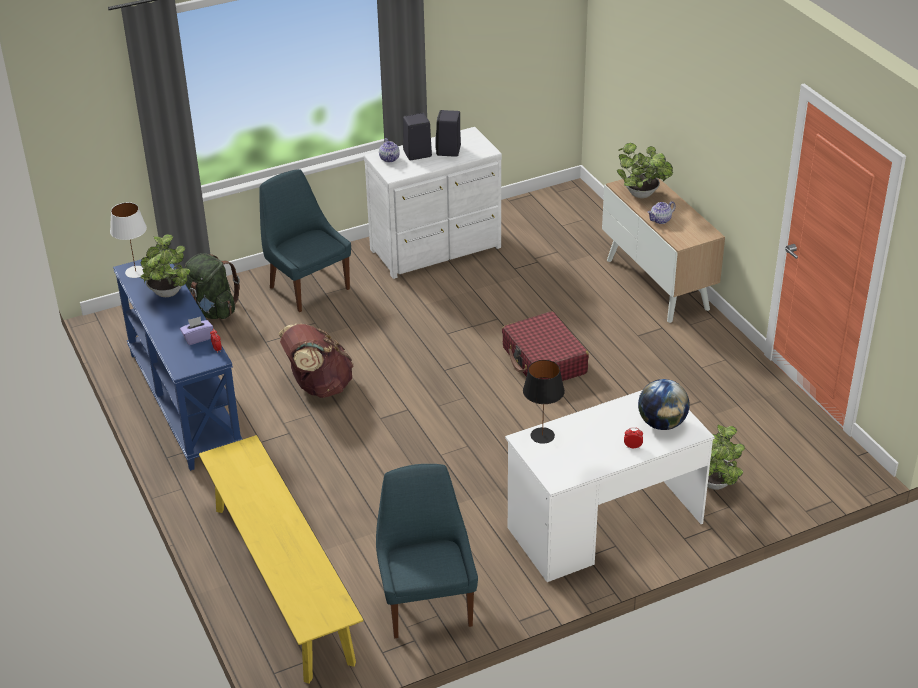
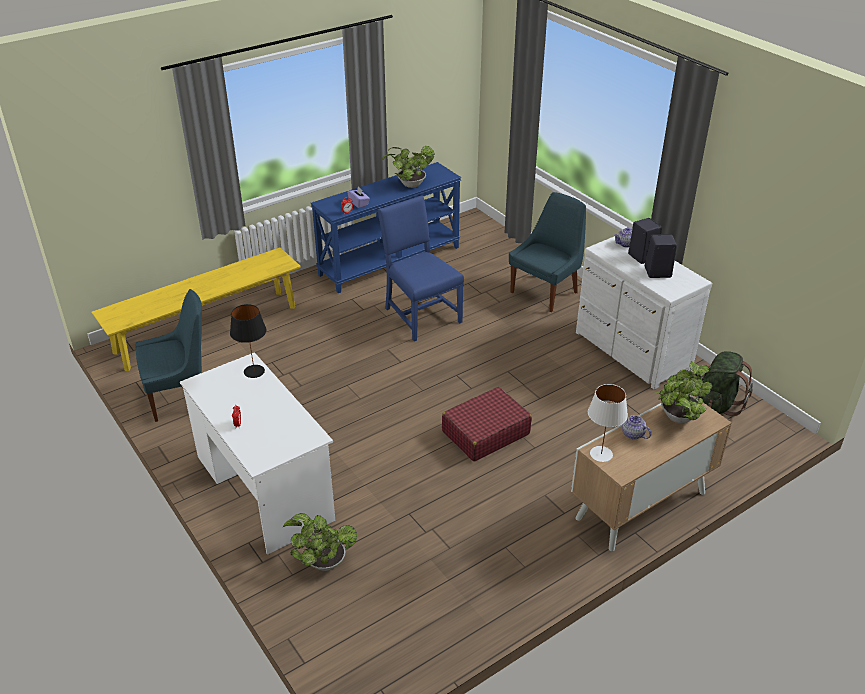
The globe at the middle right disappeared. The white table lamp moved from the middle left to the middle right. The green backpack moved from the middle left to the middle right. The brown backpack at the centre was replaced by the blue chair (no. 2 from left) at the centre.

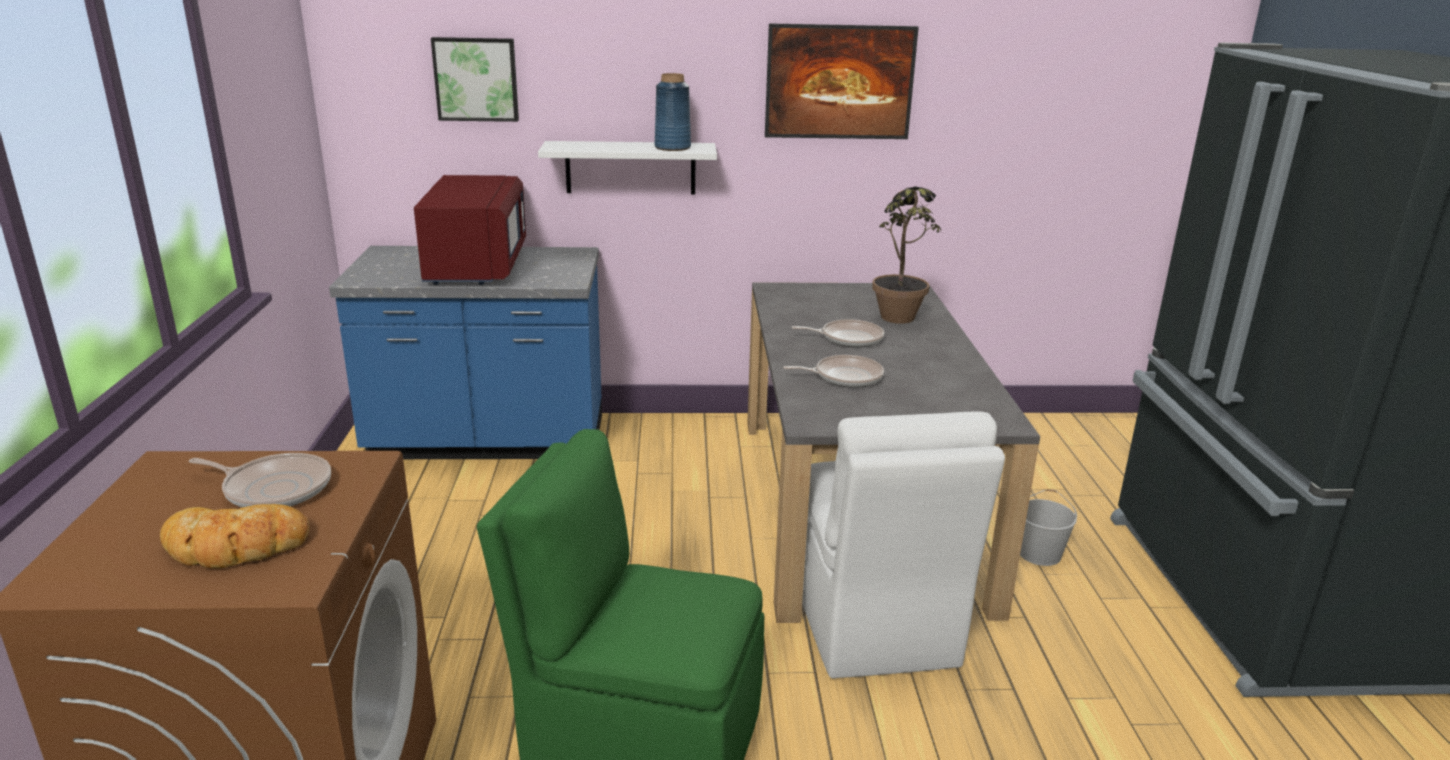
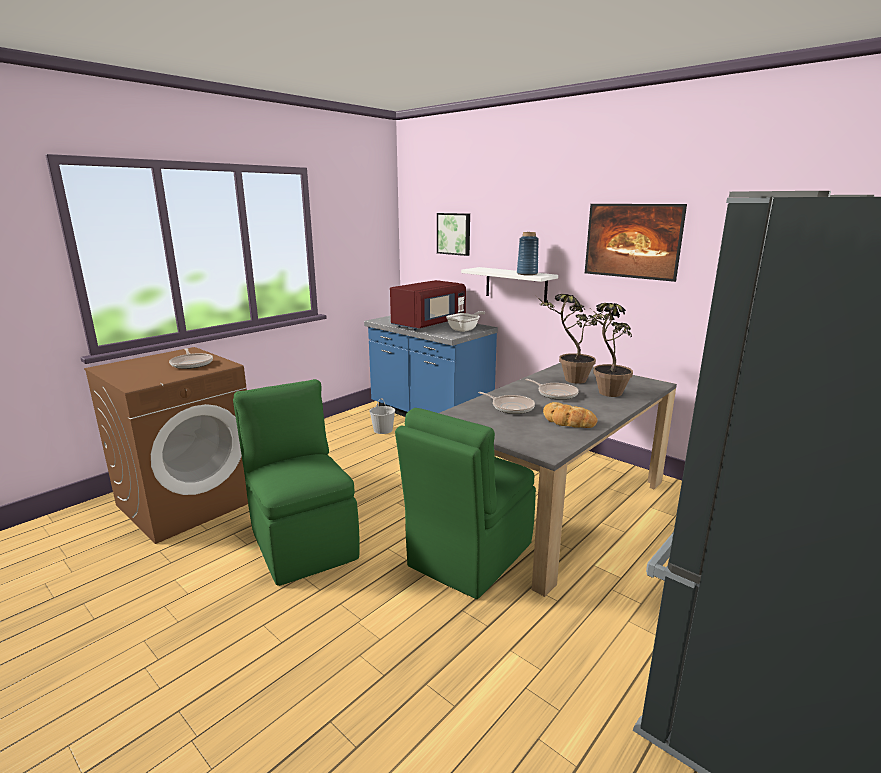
The frying pan (no. 2 from left) at the centre appeared. The potted plant (no. 1 from left) at the centre appeared. The bread moved from the bottom left to the centre. The white bucket moved from the bottom right to the centre. The white chair at the bottom centre became the green chair (no. 2 from left) at the centre.

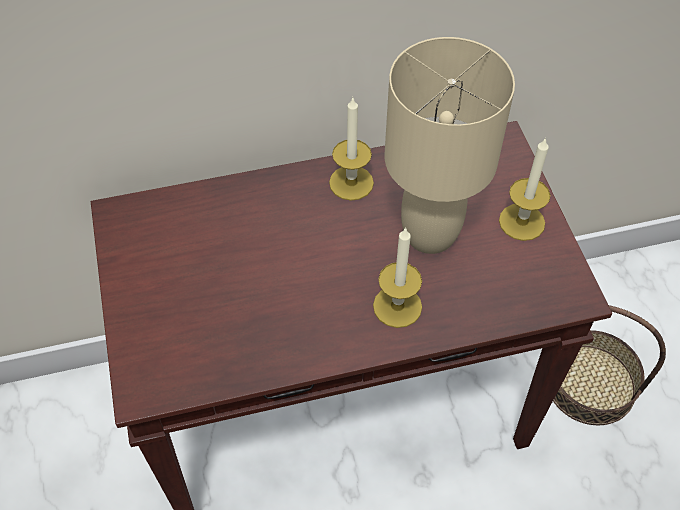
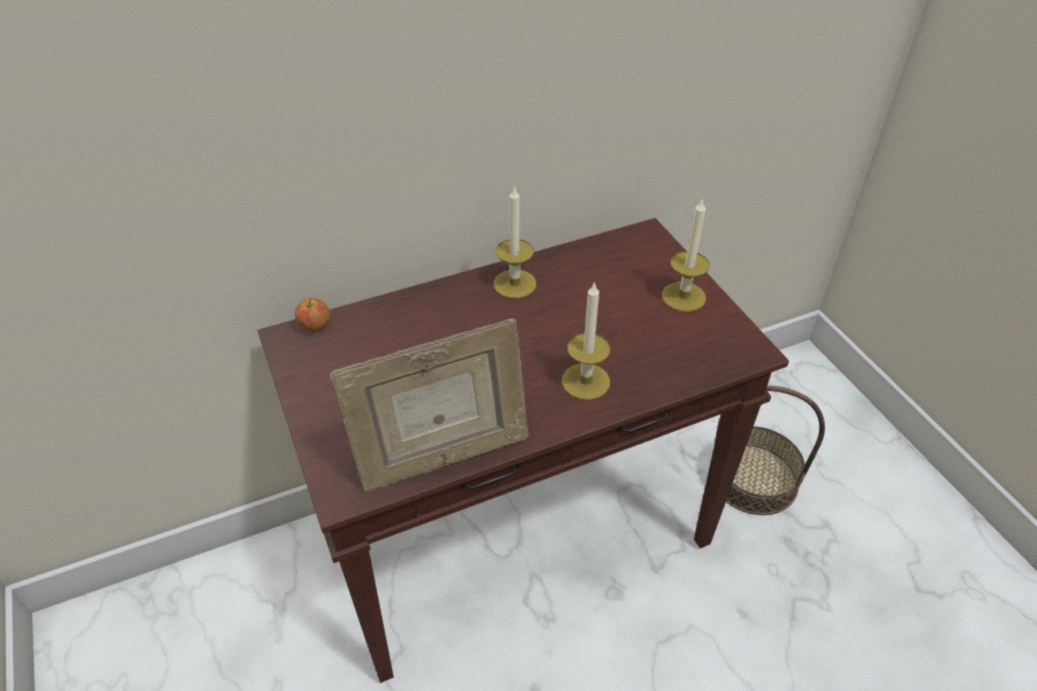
The beige table lamp at the top centre disappeared. The apple at the middle left appeared. The picture frame at the centre appeared.

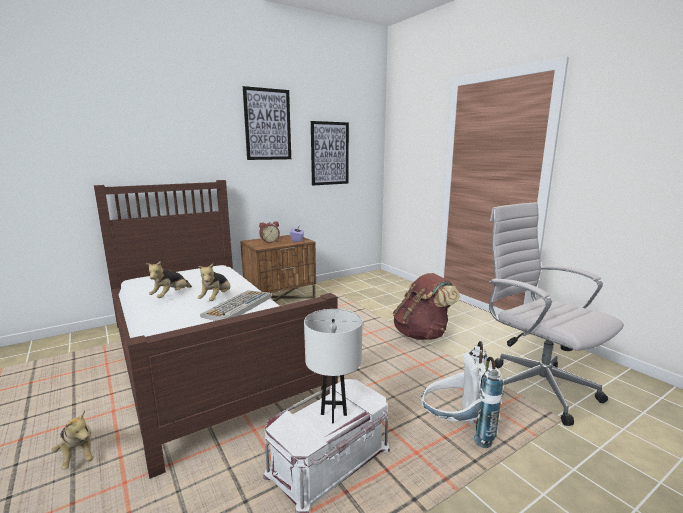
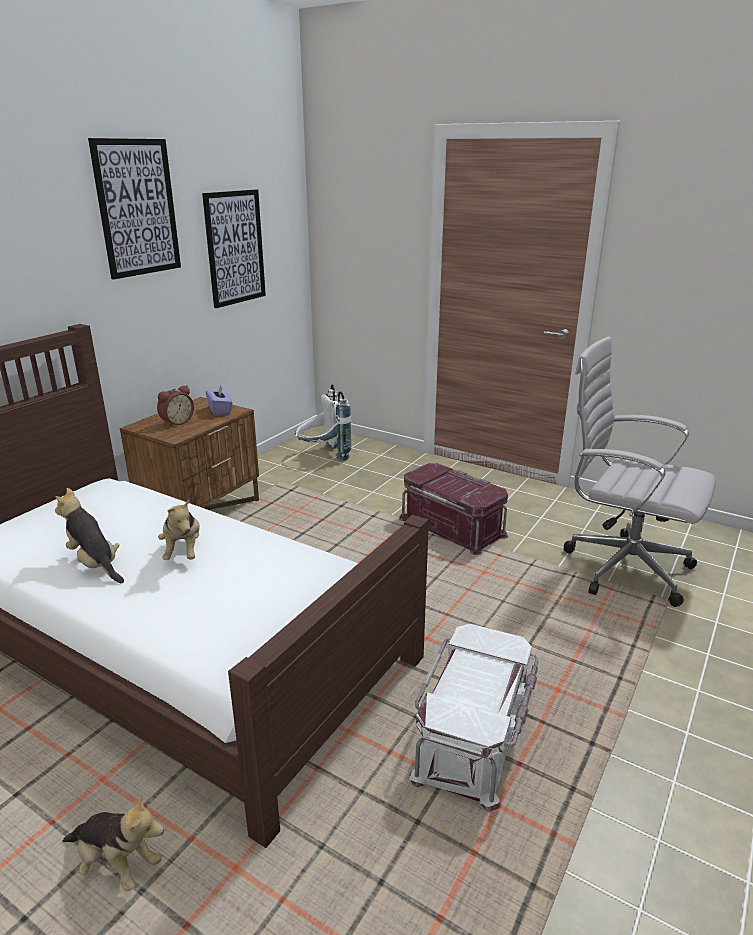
The keyboard at the centre disappeared. The white table lamp at the bottom centre disappeared. The white backpack moved from the bottom right to the centre. The brown backpack at the centre was replaced by the red storage box at the centre. The plush toy (no. 2 from left in the first image) at the middle left turned 135 degrees clockwise.

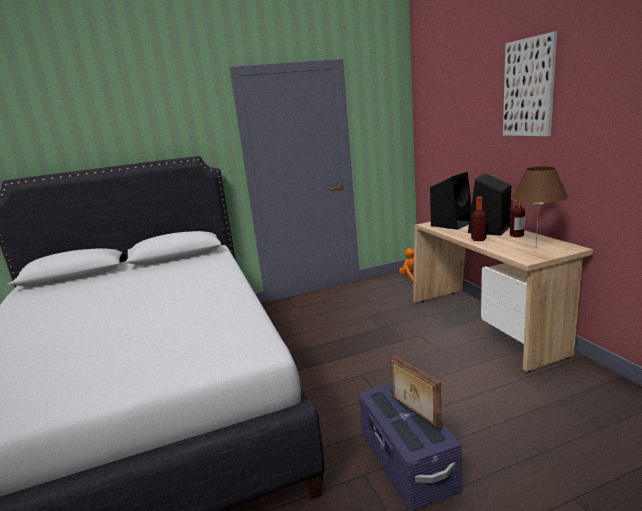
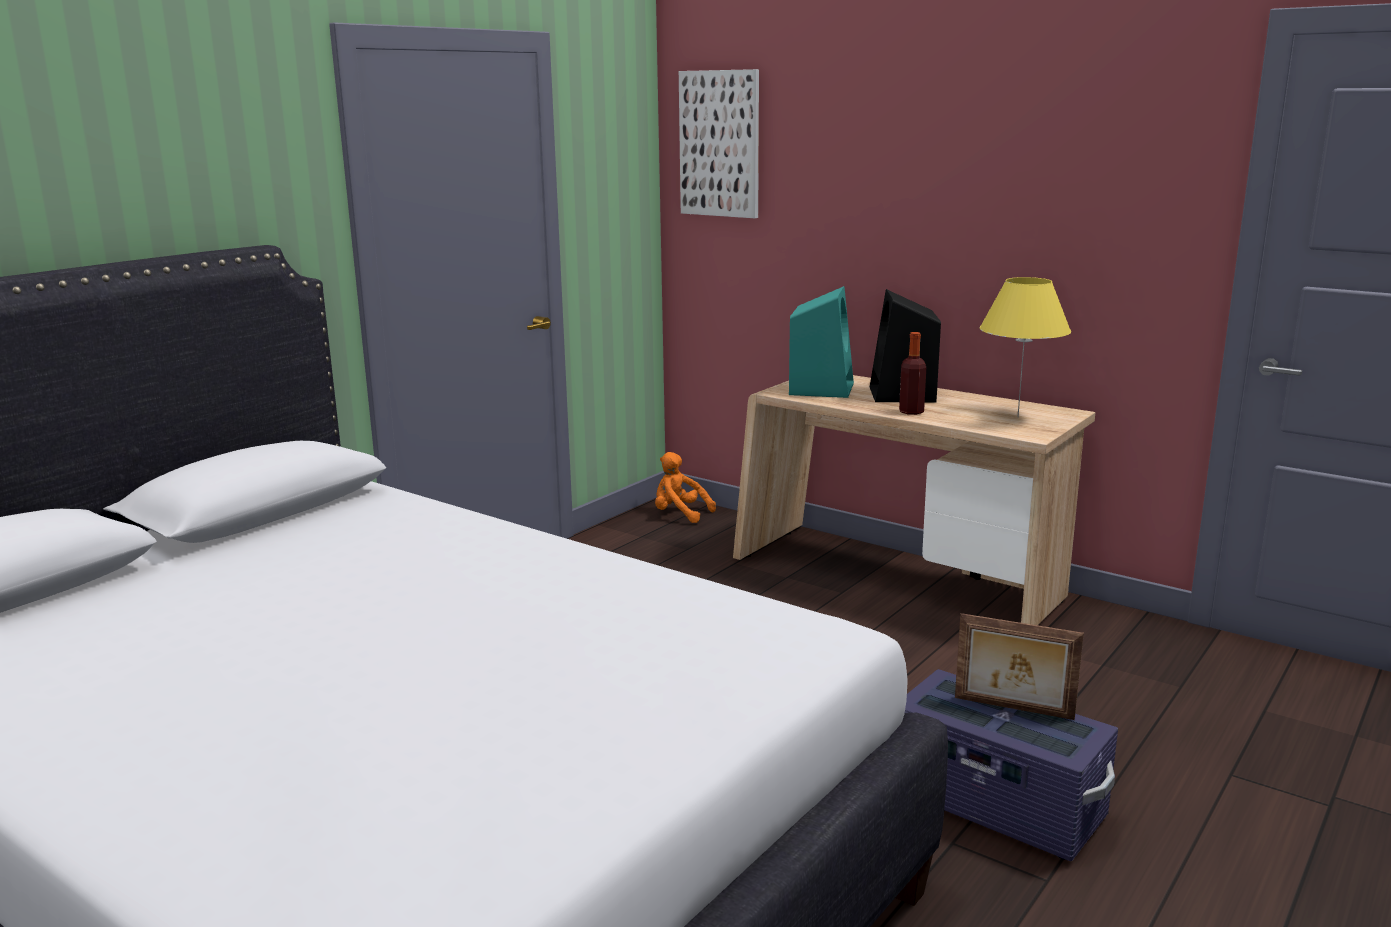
The bottle (no. 2 from left) at the middle right disappeared. The picture moved from the top right to the top centre. The black speaker (no. 1 from left) at the middle right became the turquoise speaker at the centre. The brown table lamp at the middle right became the yellow table lamp at the middle right.

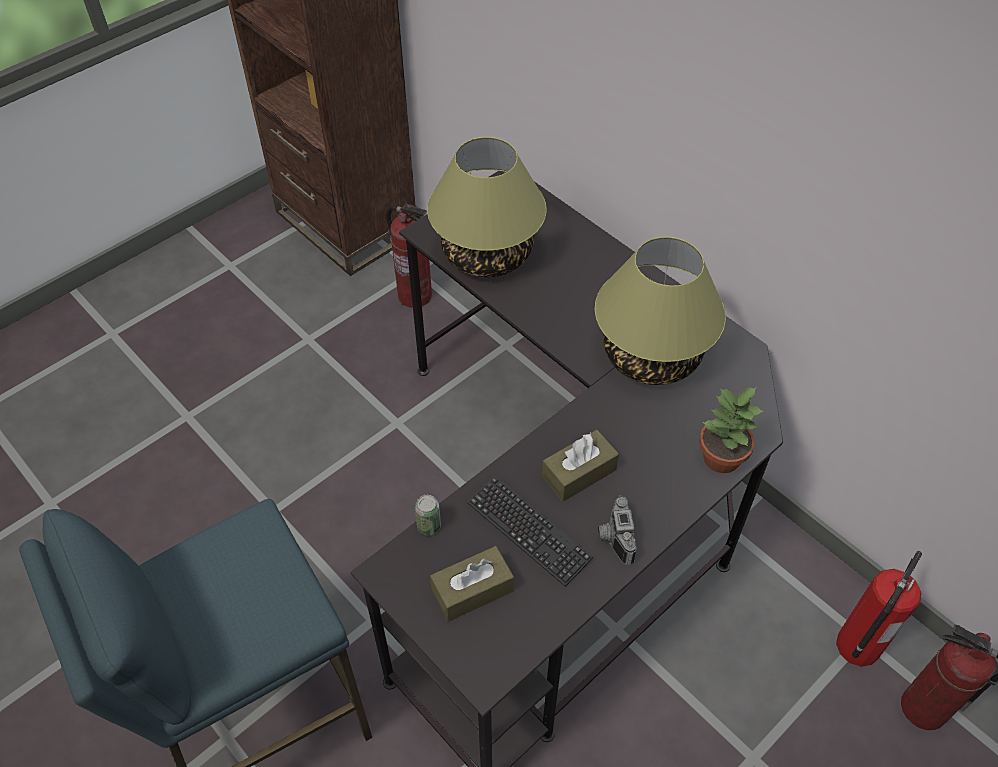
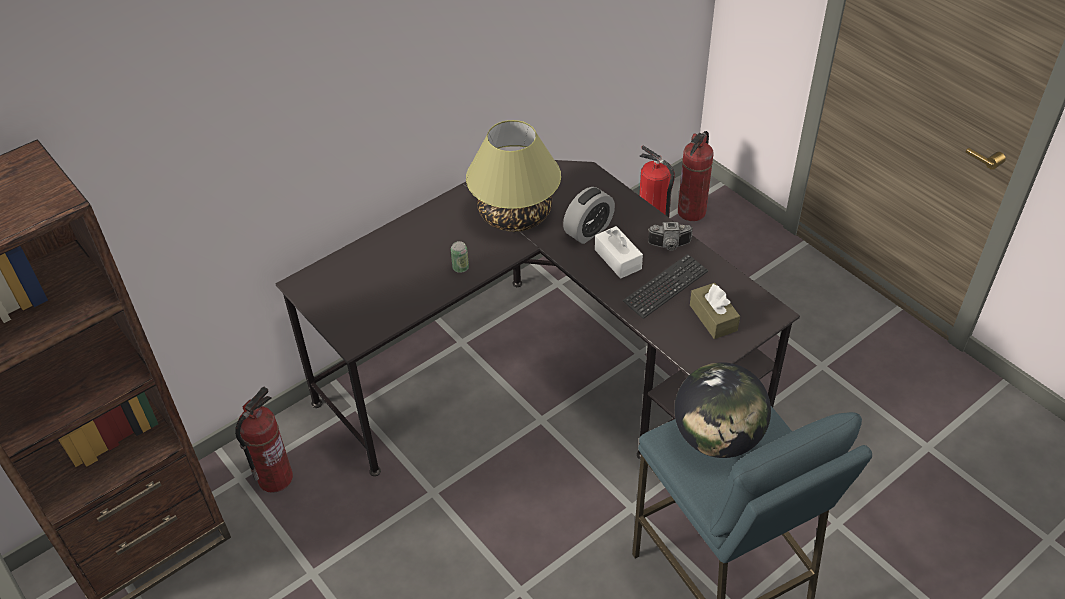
The table lamp (no. 1 from left) at the top centre disappeared. The potted plant at the middle right disappeared. The alarm clock at the centre appeared. The globe at the bottom right appeared. The can moved from the bottom centre to the centre. The brown tissue box (no. 2 from left) at the centre became the white tissue box at the centre.

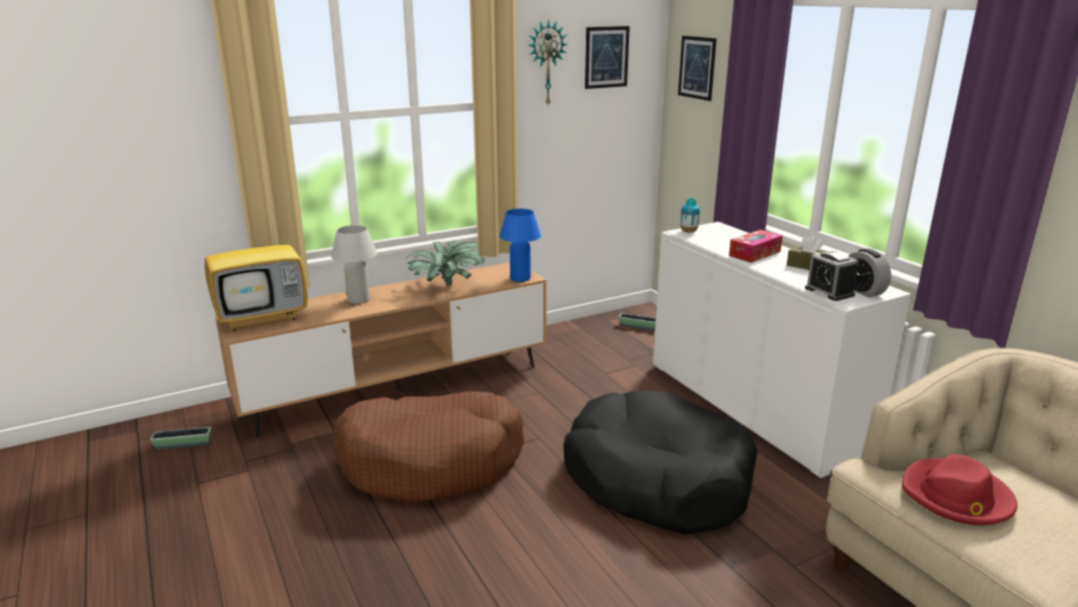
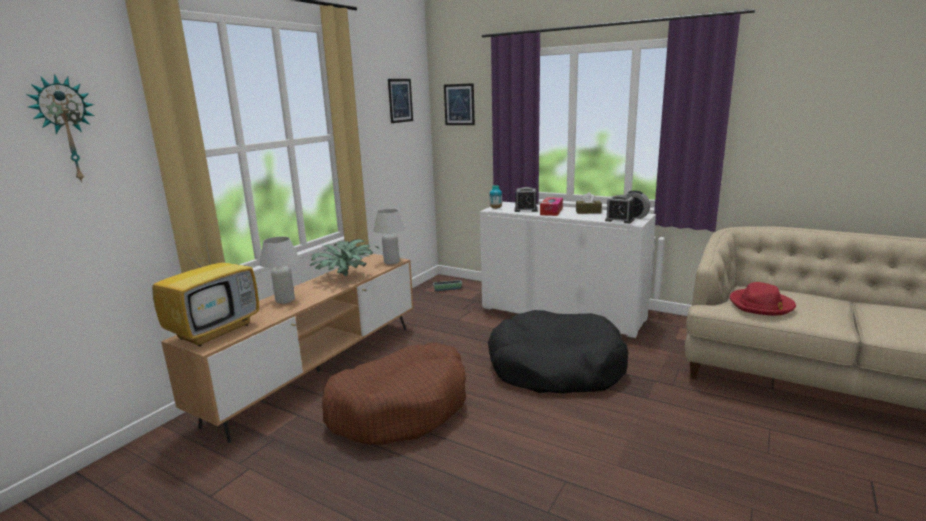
The planter (no. 1 from left) at the bottom left disappeared. The alarm clock (no. 1 from left) at the centre appeared. The wall clock moved from the top centre to the top left. The blue table lamp at the centre became the white table lamp (no. 2 from left) at the centre.

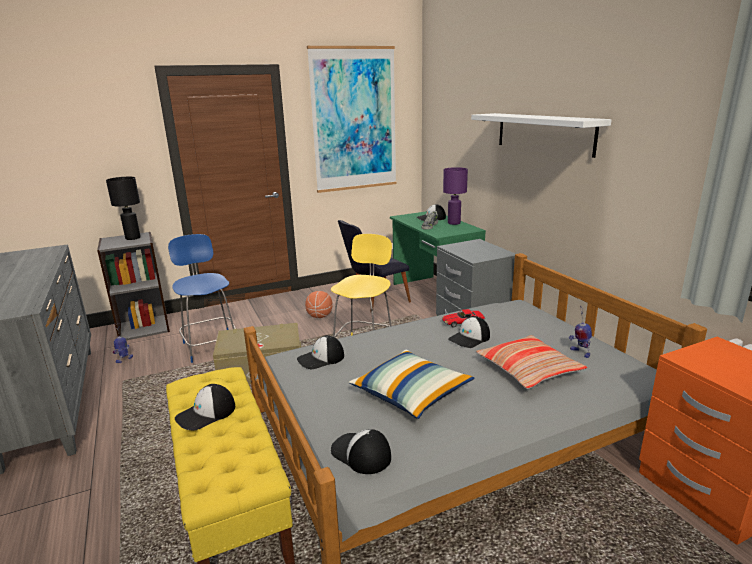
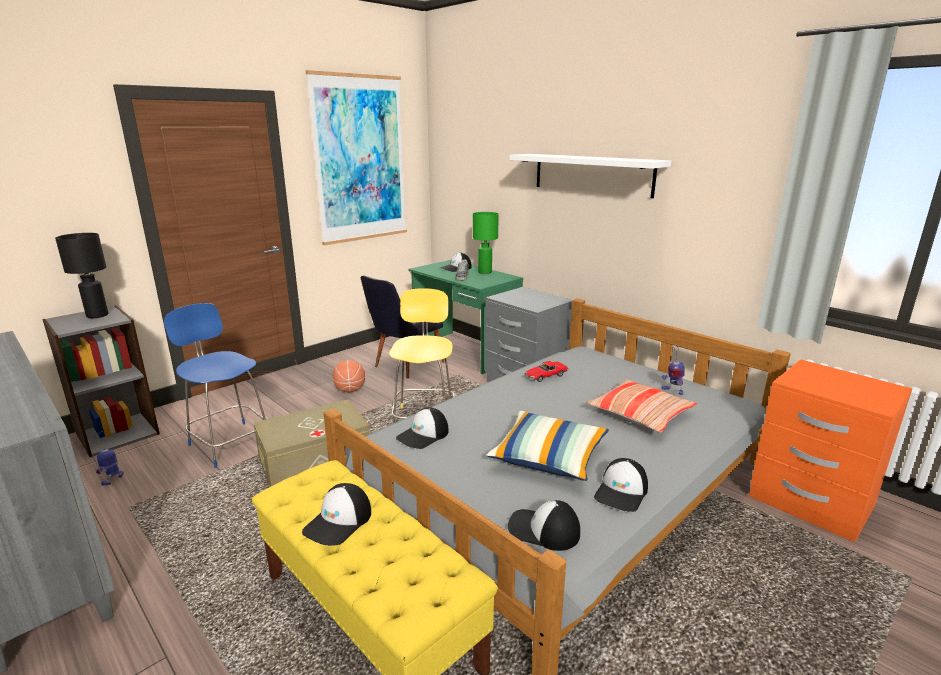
The cap (no. 5 from left) moved from the centre to the bottom centre. The purple table lamp at the centre became the green table lamp at the centre.

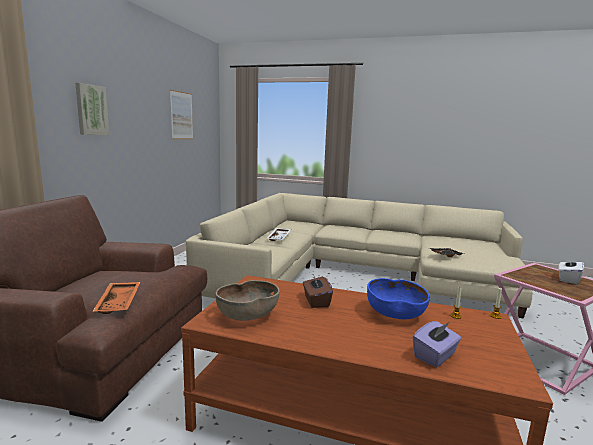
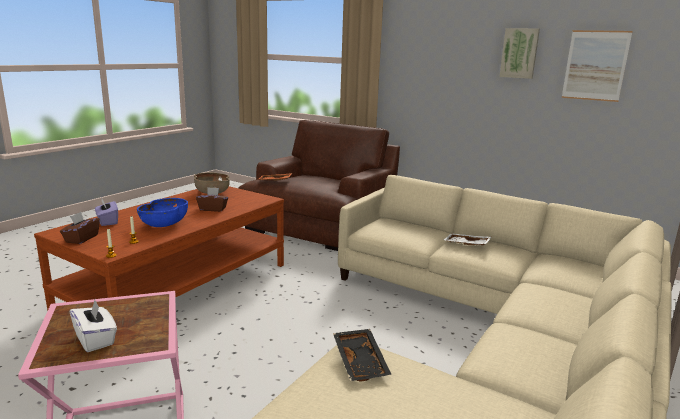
The brown tissue box (no. 1 from left) at the middle left appeared. The picture (no. 1 from left) moved from the top left to the top right.

